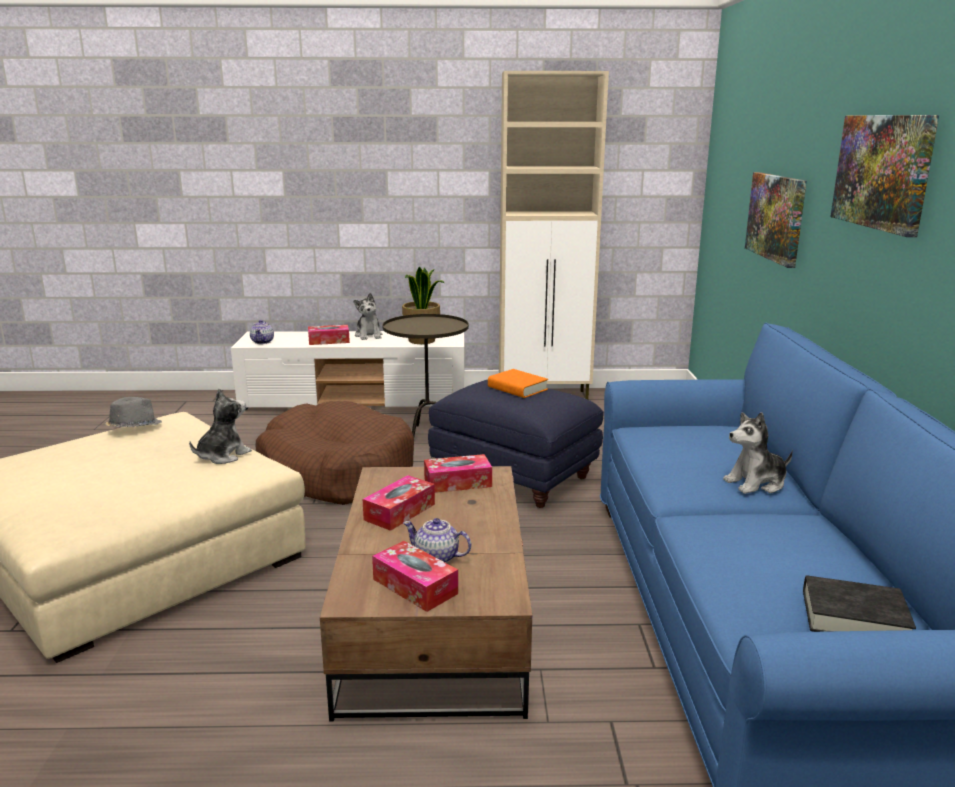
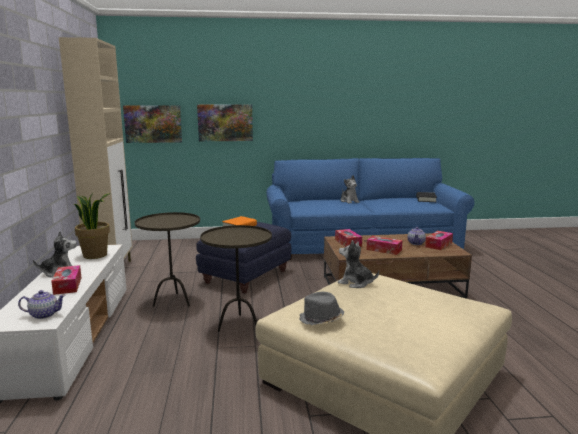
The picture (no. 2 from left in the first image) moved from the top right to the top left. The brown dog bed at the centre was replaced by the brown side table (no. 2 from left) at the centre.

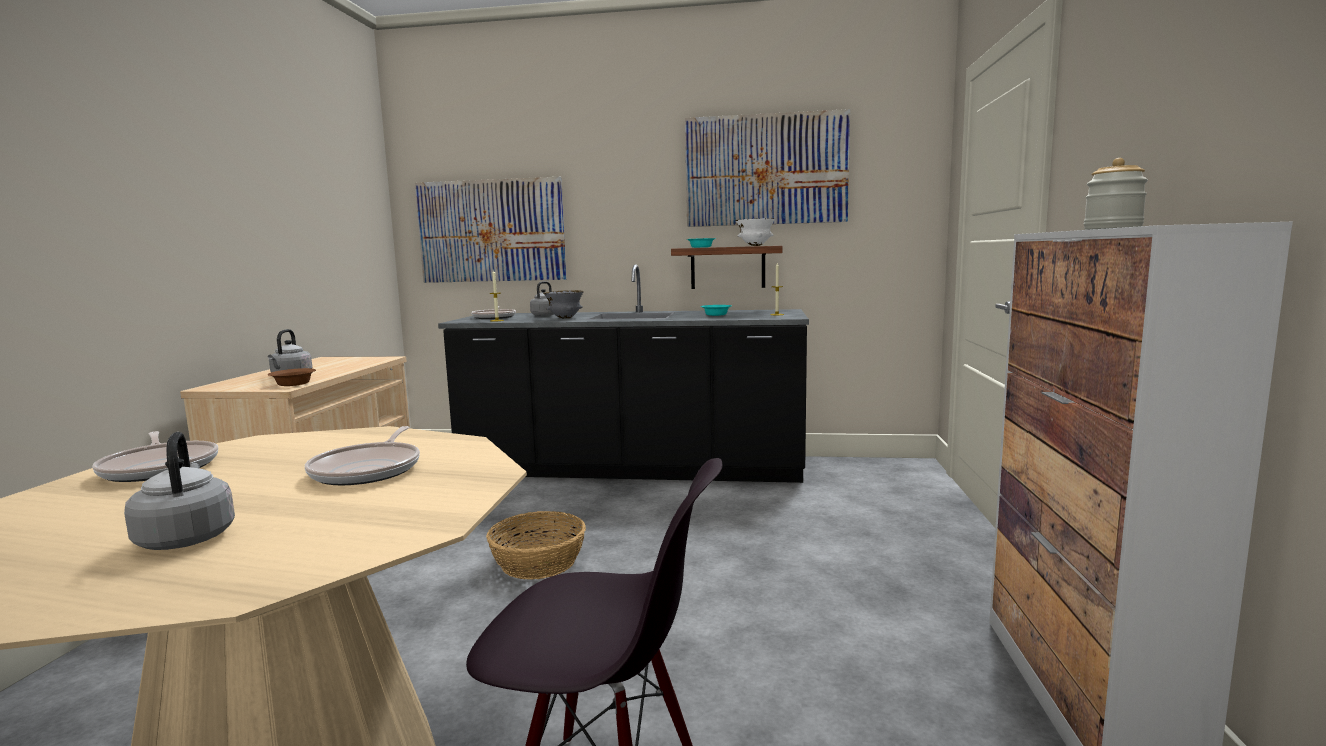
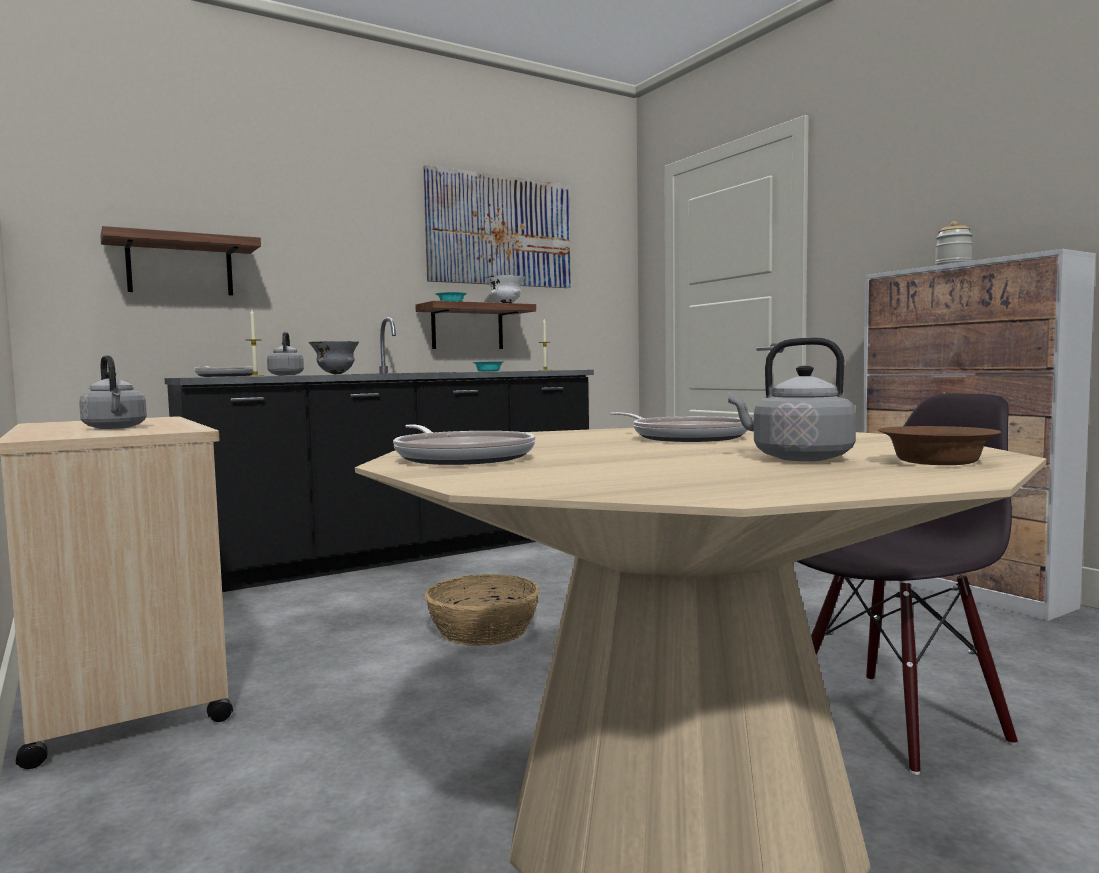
The brown bowl moved from the middle left to the middle right. The picture (no. 1 from left) at the top centre was replaced by the shelf (no. 1 from left) at the top left. The frying pan (no. 1 from left in the first image) at the middle left turned 45 degrees clockwise.

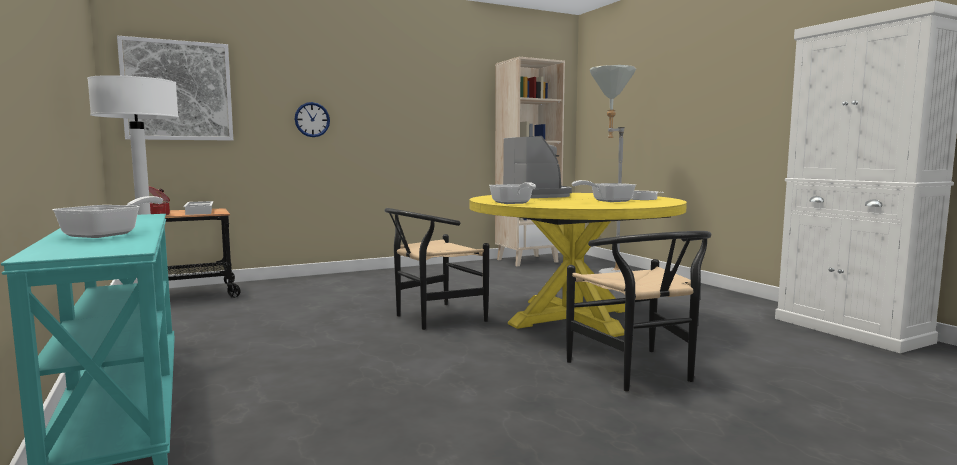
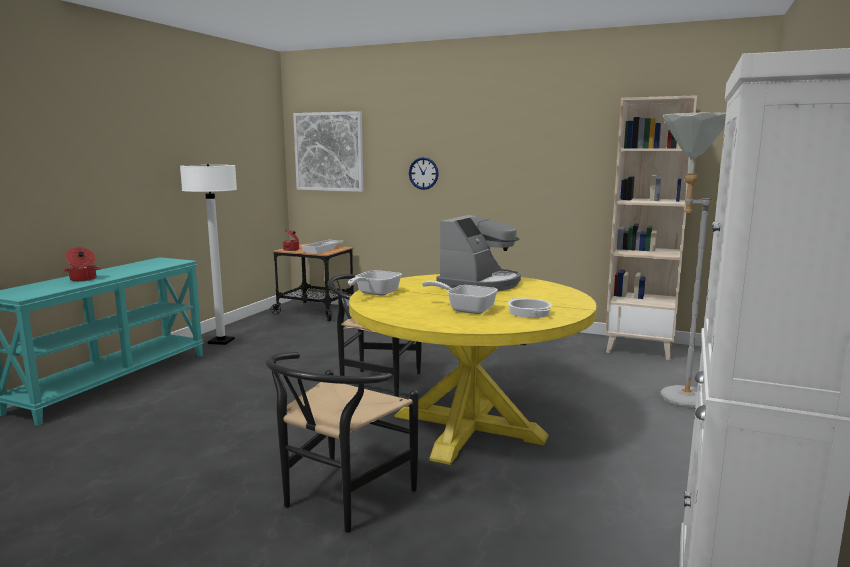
The frying pan (no. 1 from left) at the middle left was replaced by the cooking pot (no. 1 from left) at the middle left.

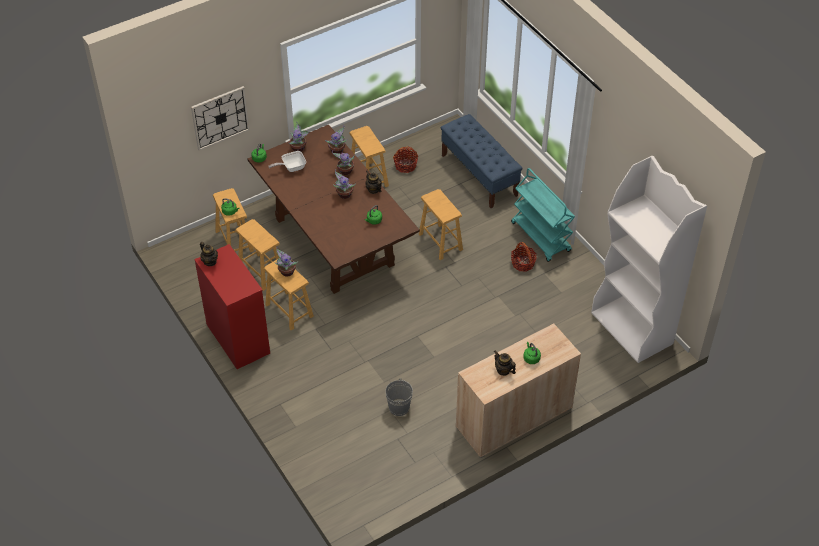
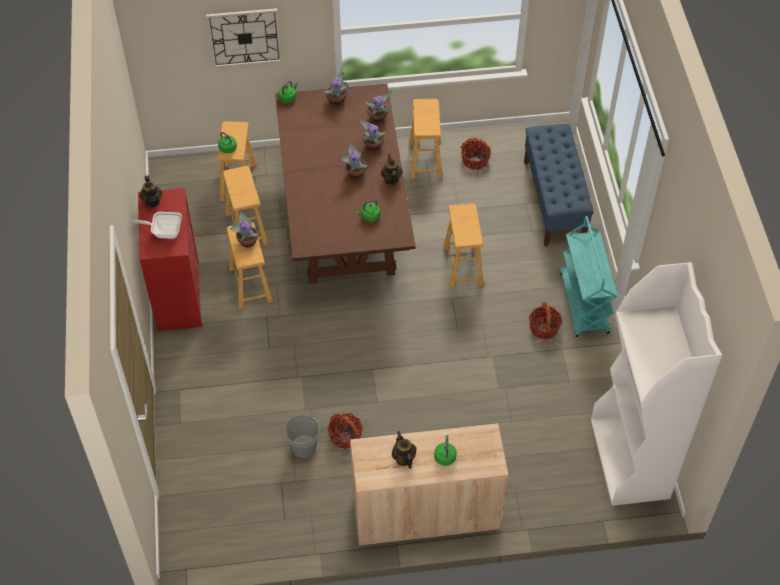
The basket (no. 1 from left) at the bottom centre appeared. The frying pan moved from the top centre to the middle left.

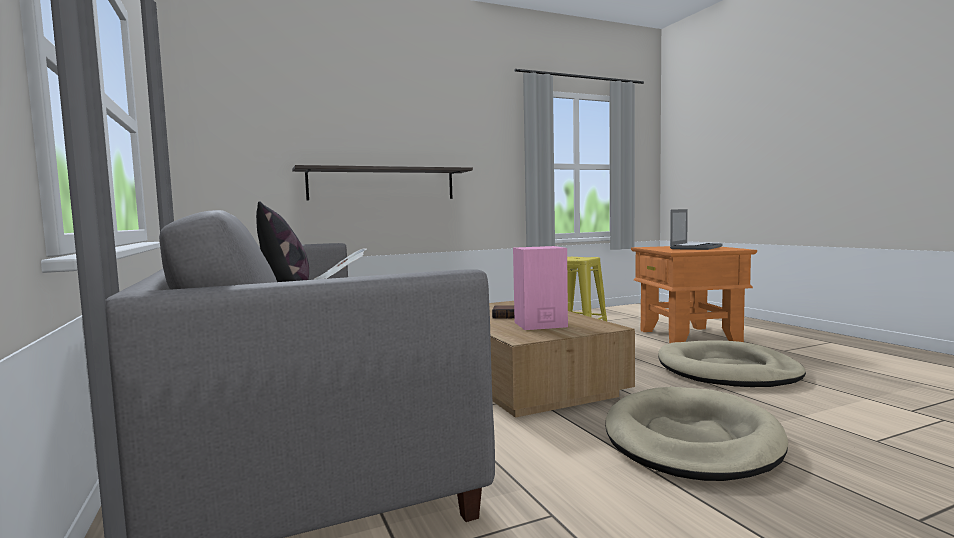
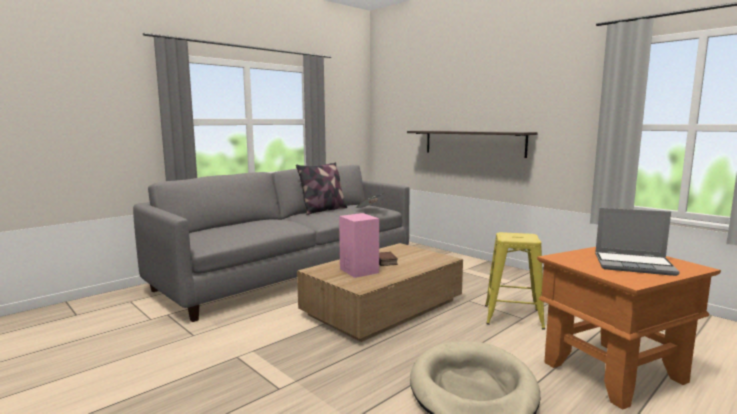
The beige dog bed (no. 1 from left) at the bottom right disappeared.

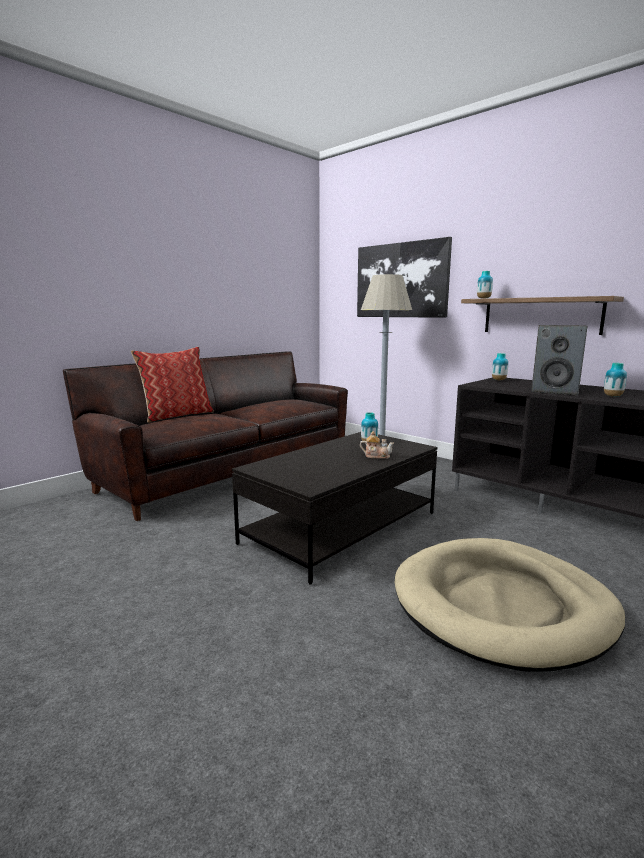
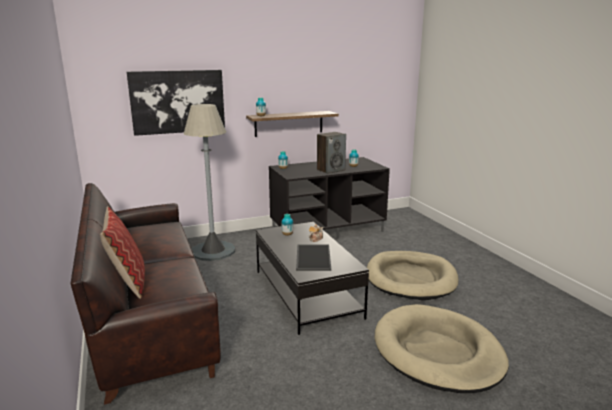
The tray at the centre appeared. The beige dog bed (no. 2 from left) at the bottom right appeared.

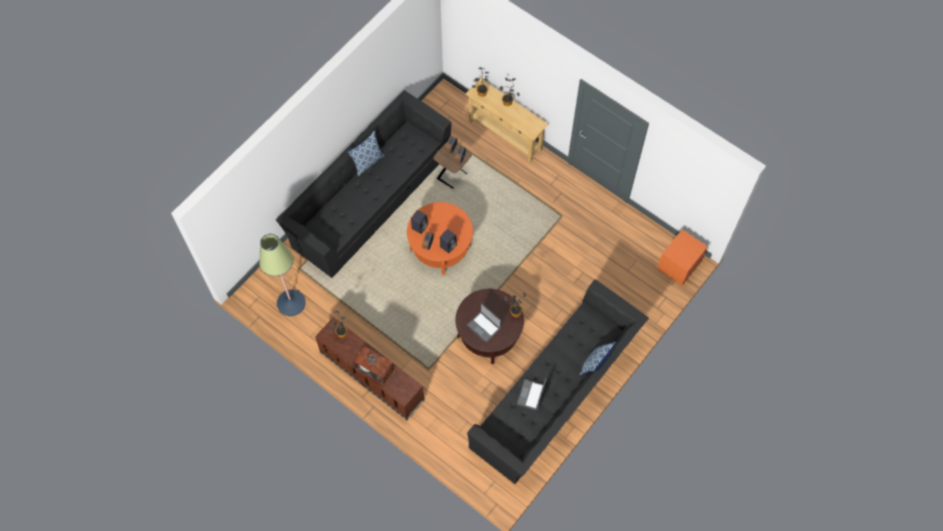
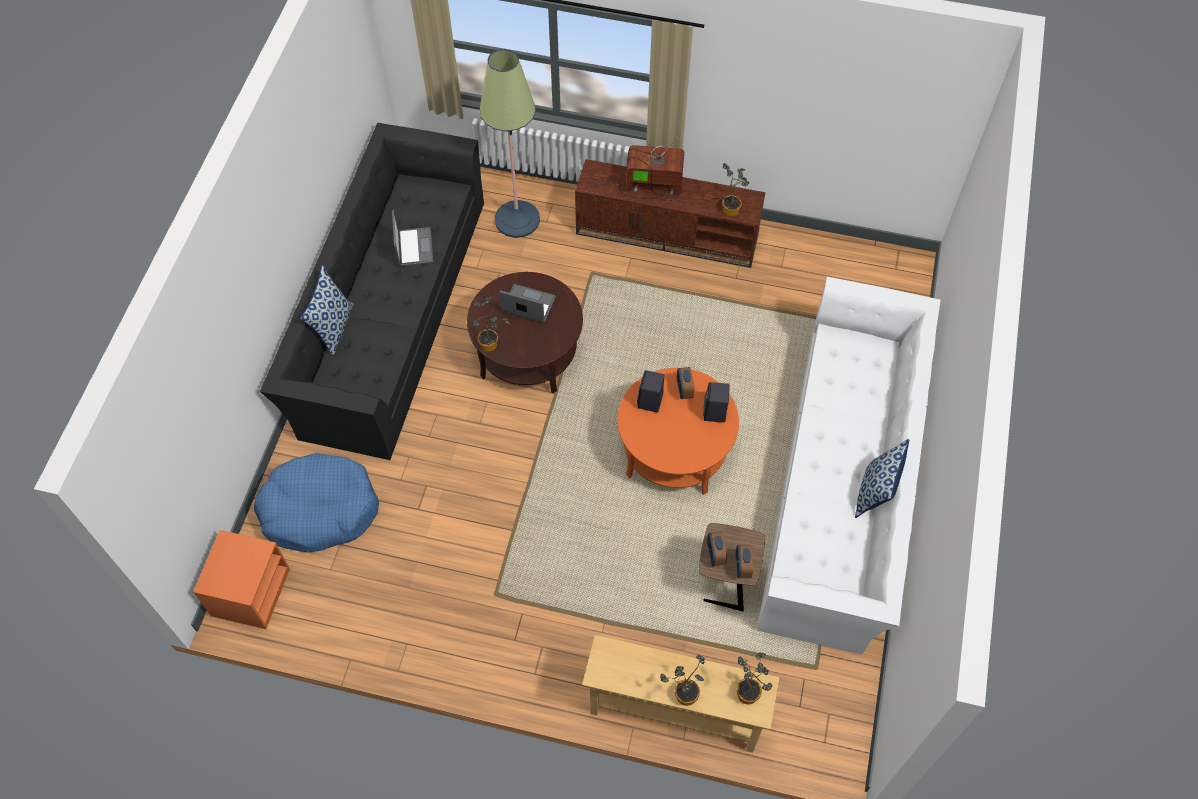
The blue dog bed at the middle left appeared. The floor lamp moved from the middle left to the top centre. The black sofa (no. 1 from left) at the centre became the white sofa at the middle right.

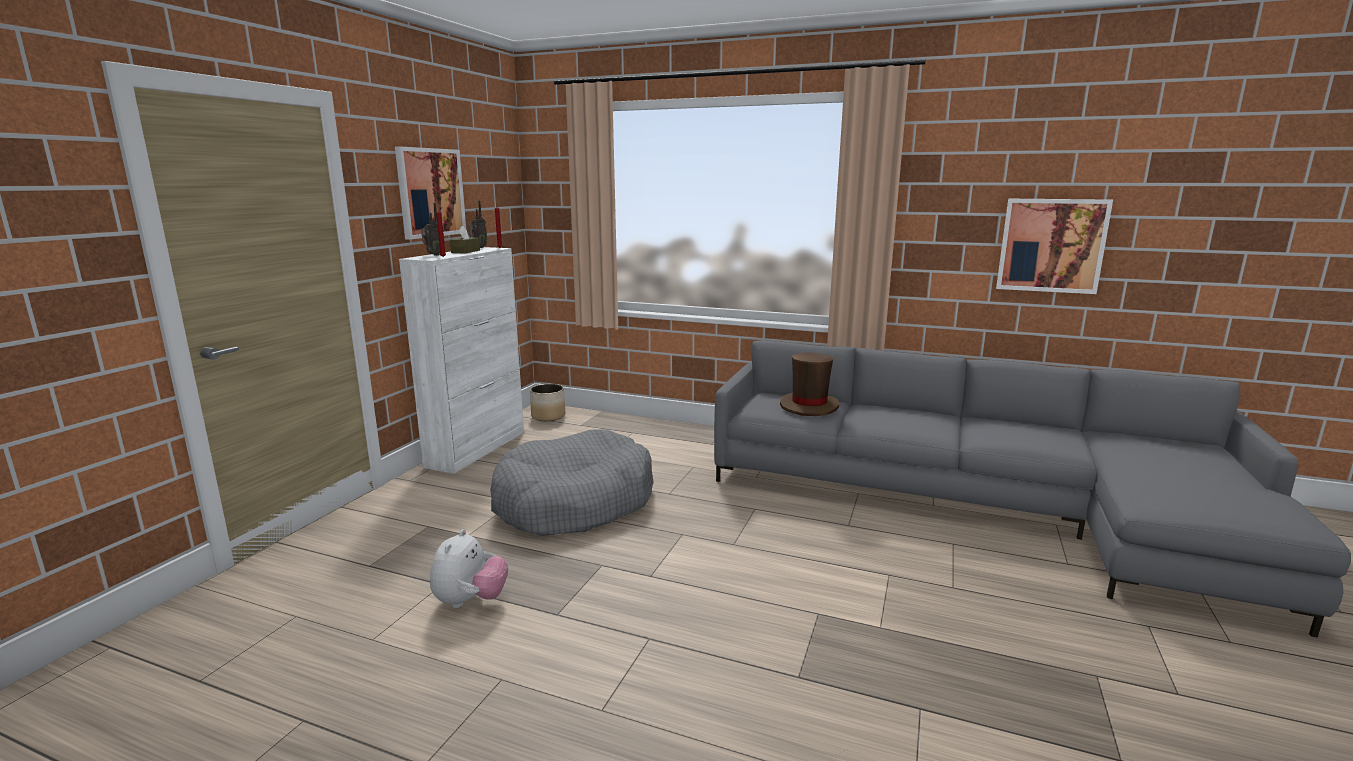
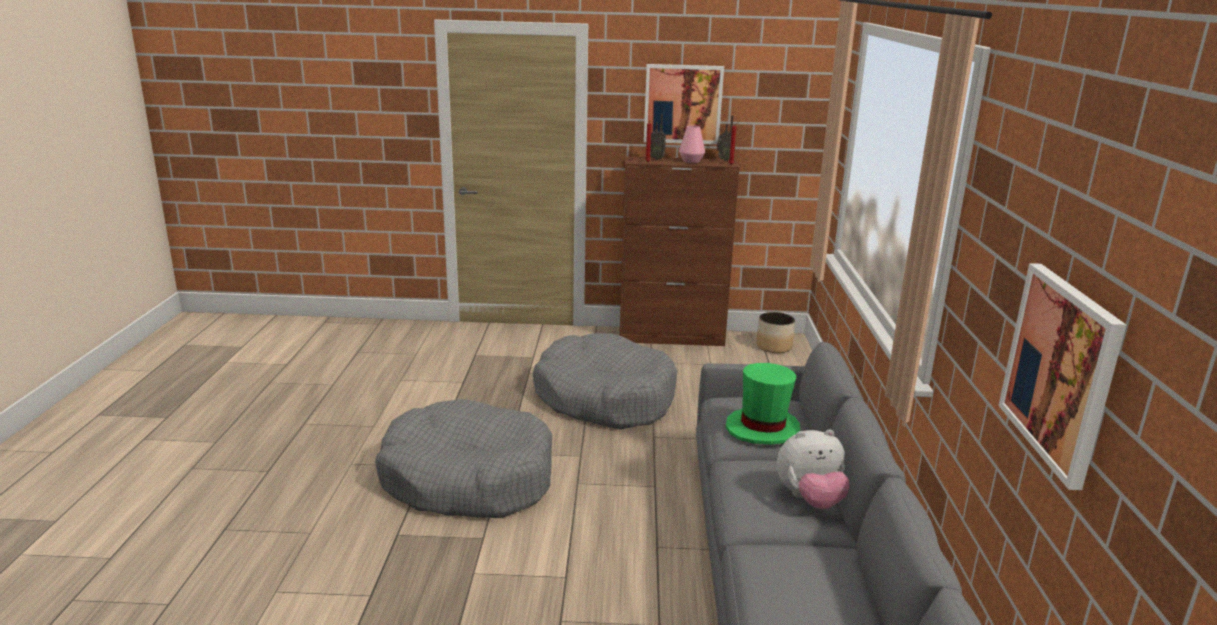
The grey dog bed (no. 1 from left) at the bottom centre appeared. The plush toy moved from the bottom centre to the bottom right. The brown tissue box at the top centre was replaced by the pink vase at the top centre. The white cabinet at the centre became the brown cabinet at the centre. The brown hat at the centre became the green hat at the centre.

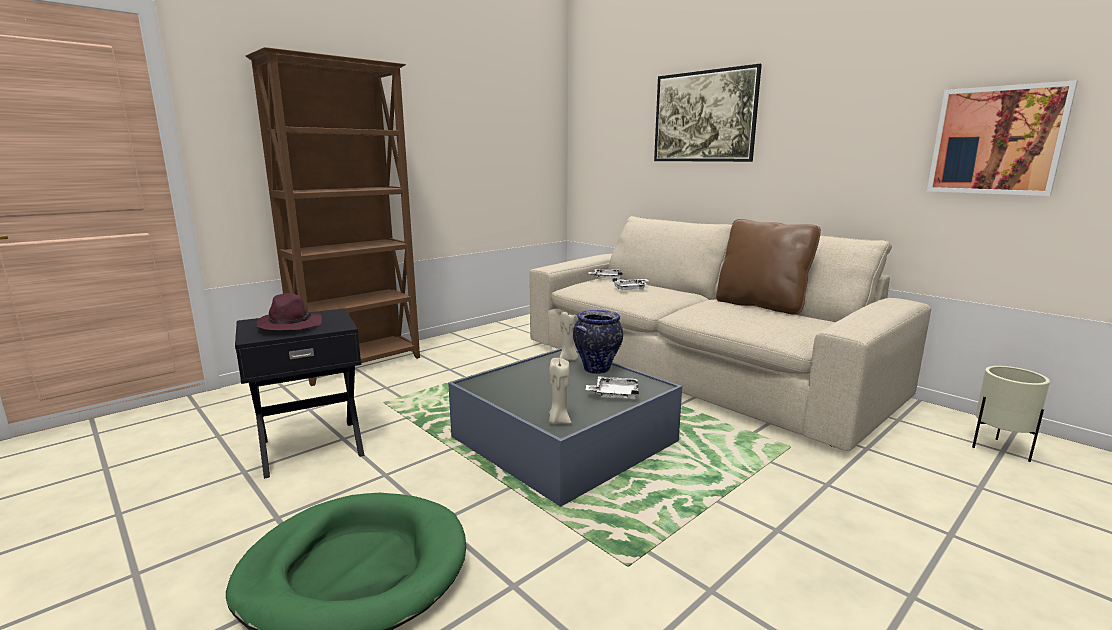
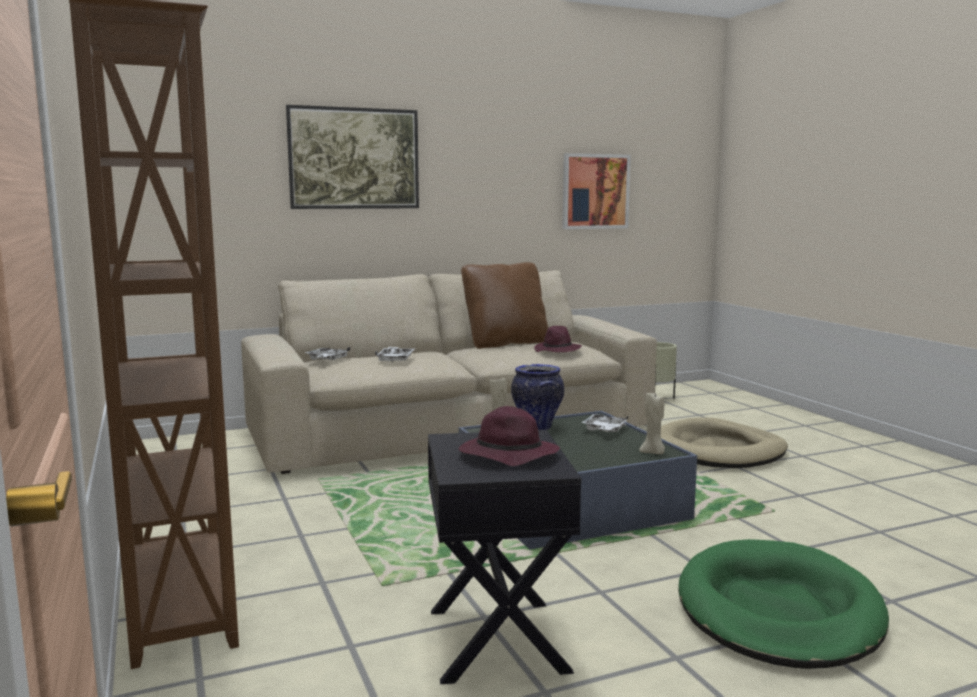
The purple hat (no. 2 from left) at the centre appeared. The beige dog bed at the middle right appeared.

